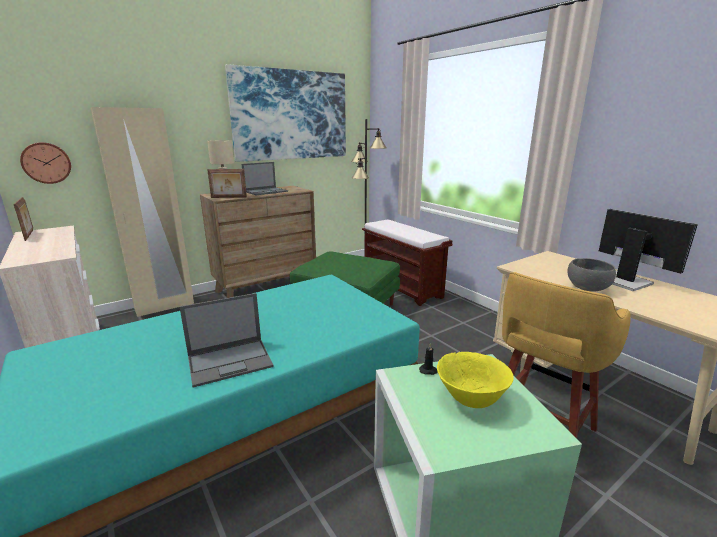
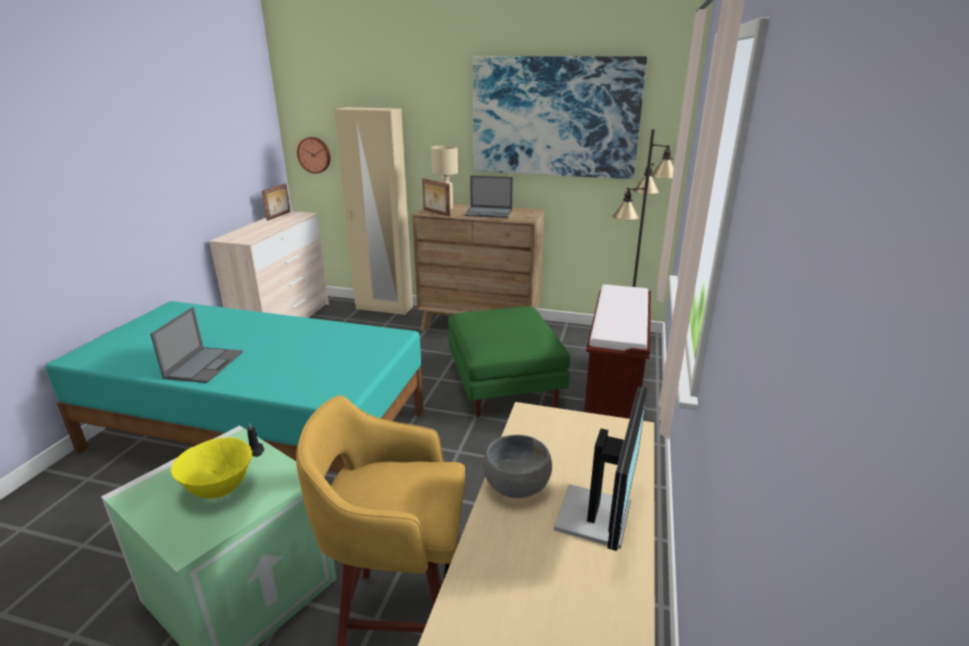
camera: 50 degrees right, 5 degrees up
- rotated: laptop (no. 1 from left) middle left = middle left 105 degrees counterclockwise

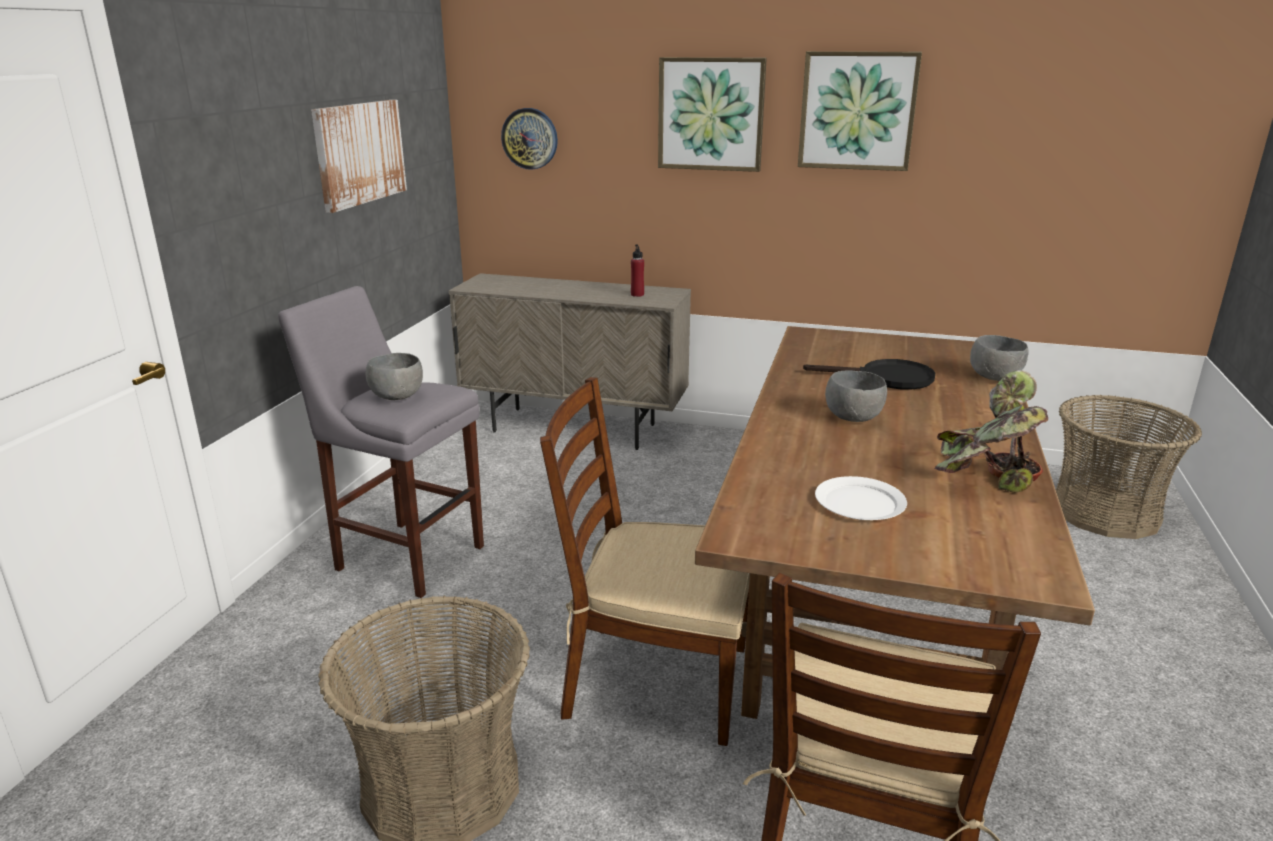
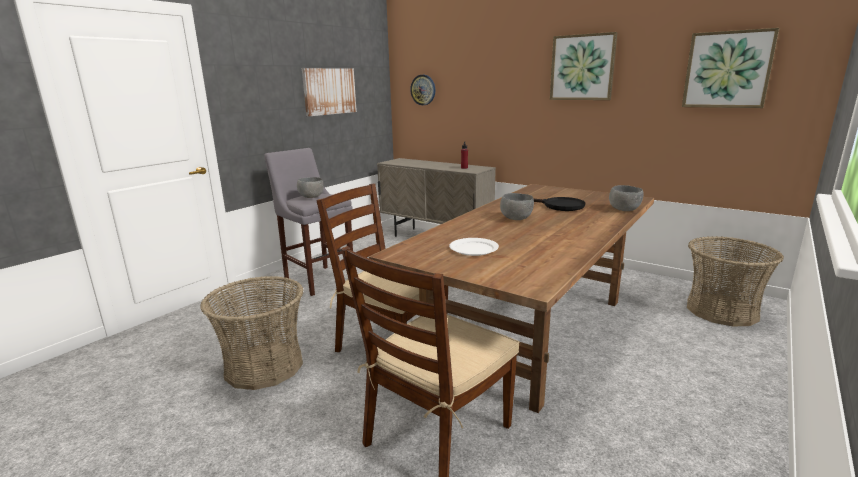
camera: 20 degrees right, 5 degrees down
- shifted: obraz (no. 2 from left in the first image) top centre to obraz (no. 3 from left) top right
- gone: roślina doniczkowa middle right

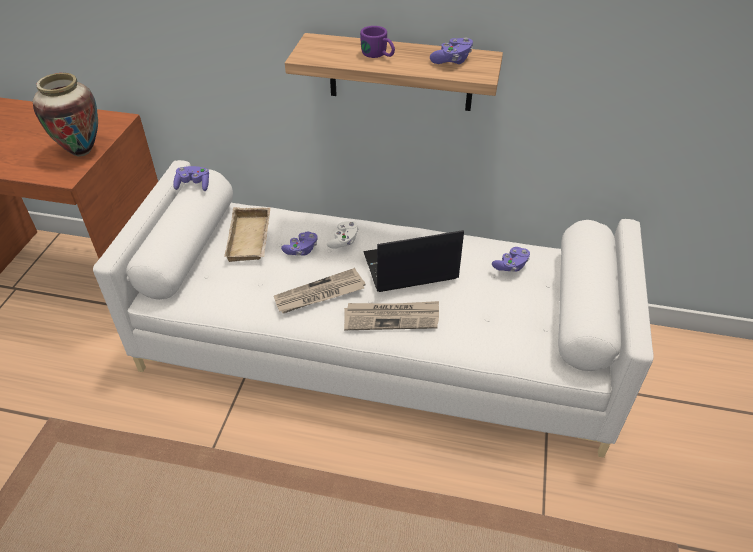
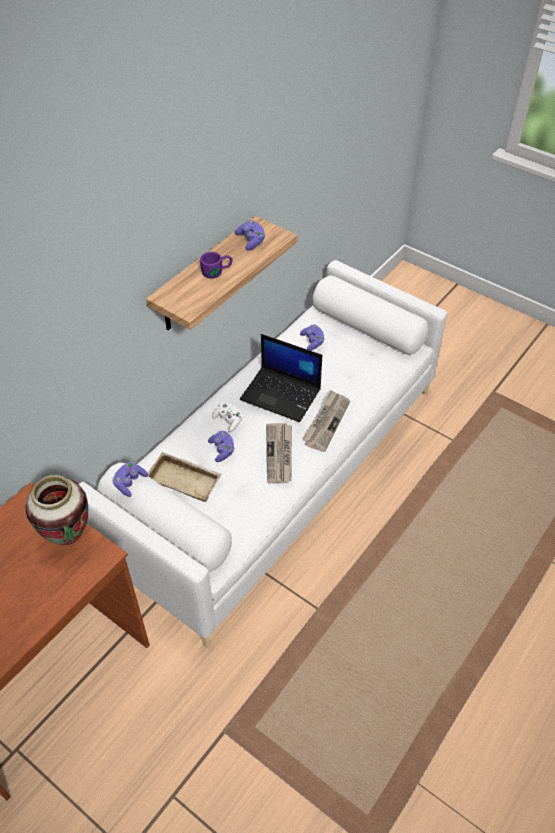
camera: 65 degrees left, 5 degrees up
- rotated: laptop centre = centre 75 degrees counterclockwise

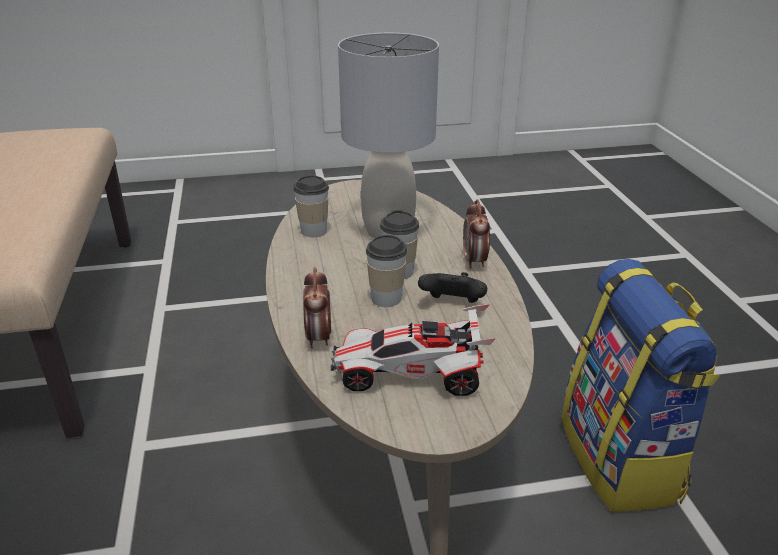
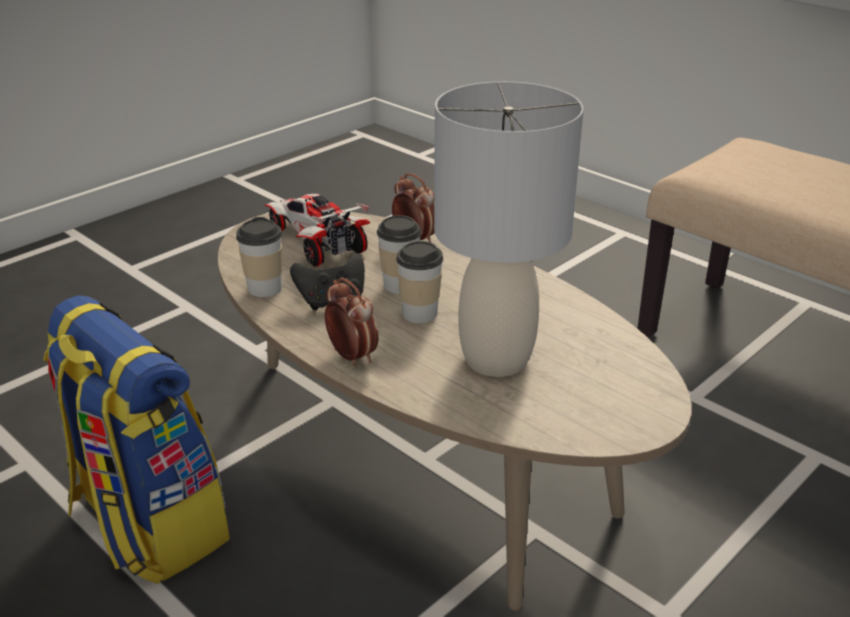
camera: 145 degrees right, 0 degrees up
- shifted: filiżanka (no. 1 from left) centre to middle left
- rotated: samochodzik centre = centre 90 degrees counterclockwise

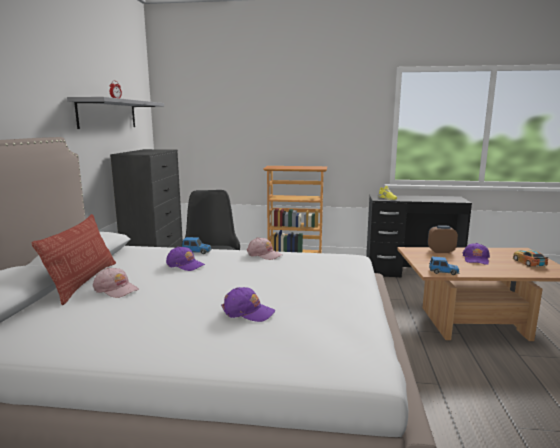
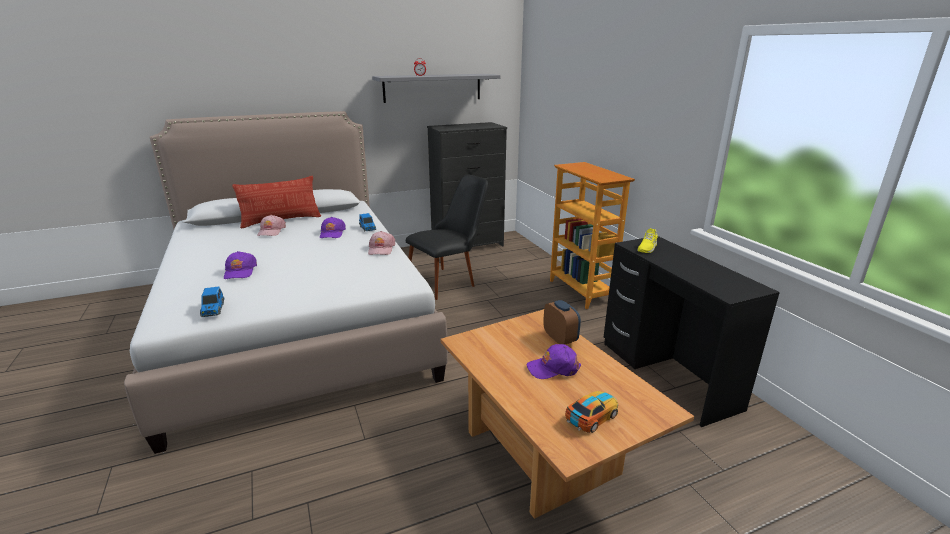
camera: 60 degrees right, 10 degrees up
- shifted: samochodzik (no. 2 from left in the first image) middle right to samochodzik (no. 1 from left) middle left

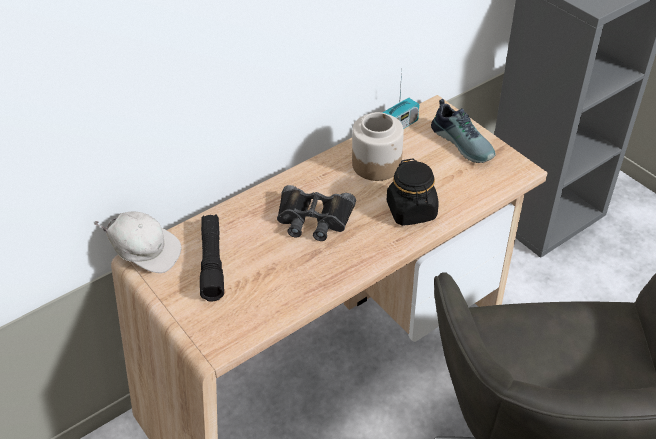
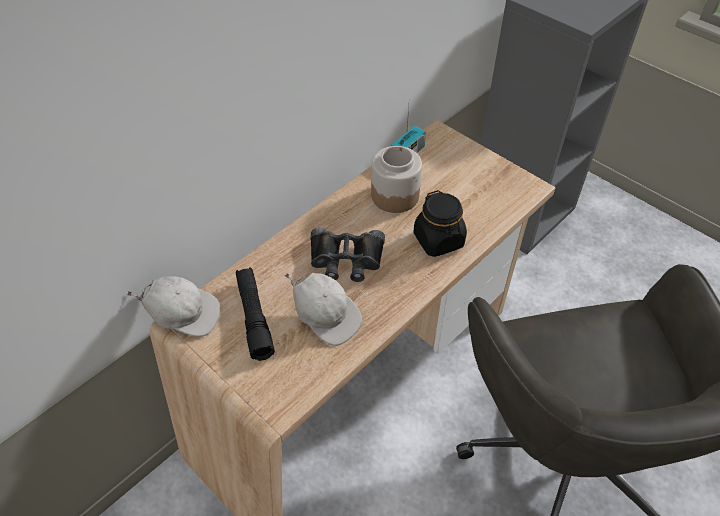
camera: 10 degrees left, 5 degrees up
- new: czapka z daszkiem [biały] (no. 2 from left) centre
- gone: but top right

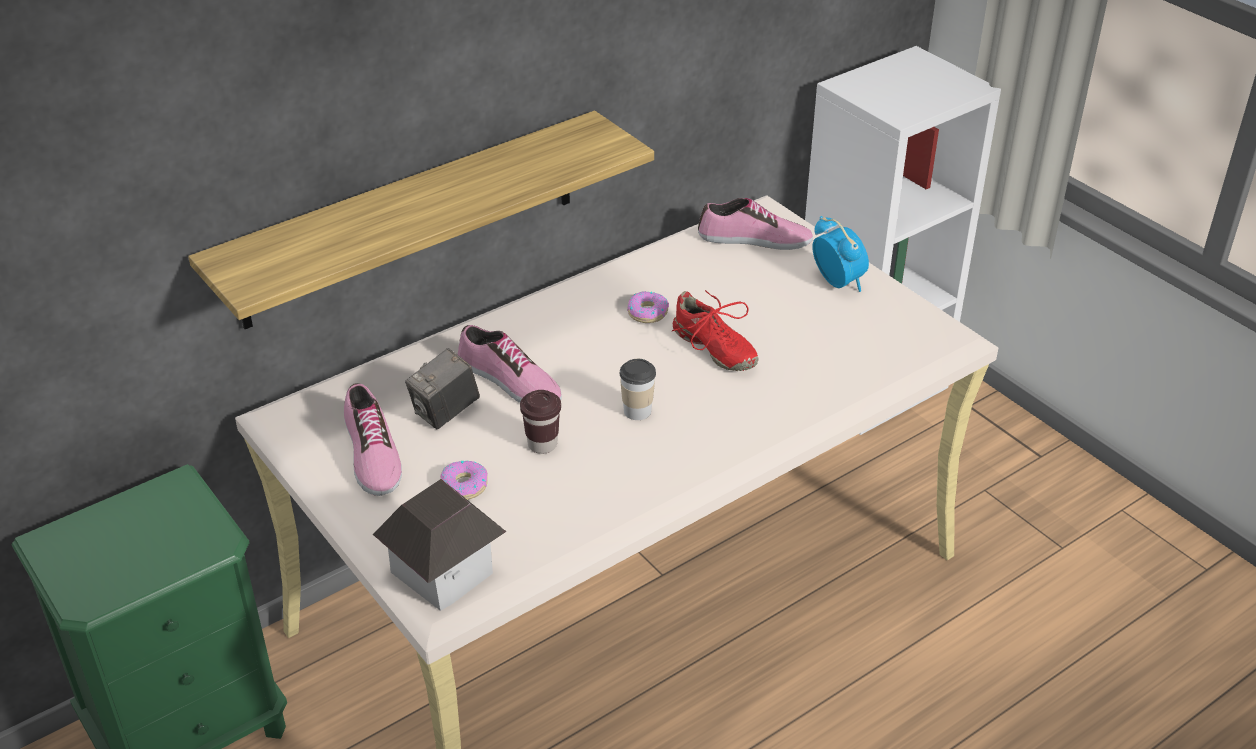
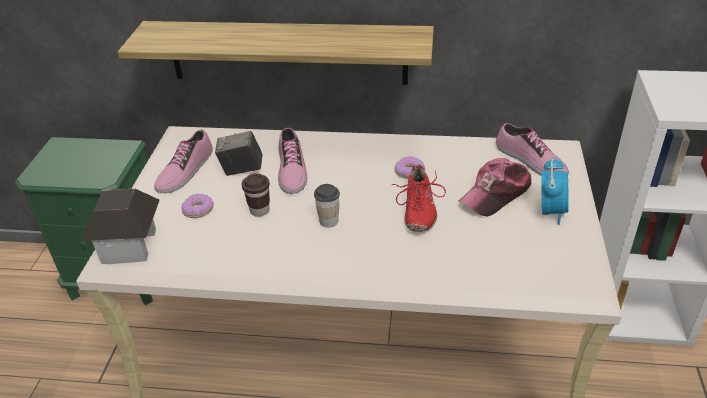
camera: 45 degrees right, 0 degrees up
- new: czapka z daszkiem middle right

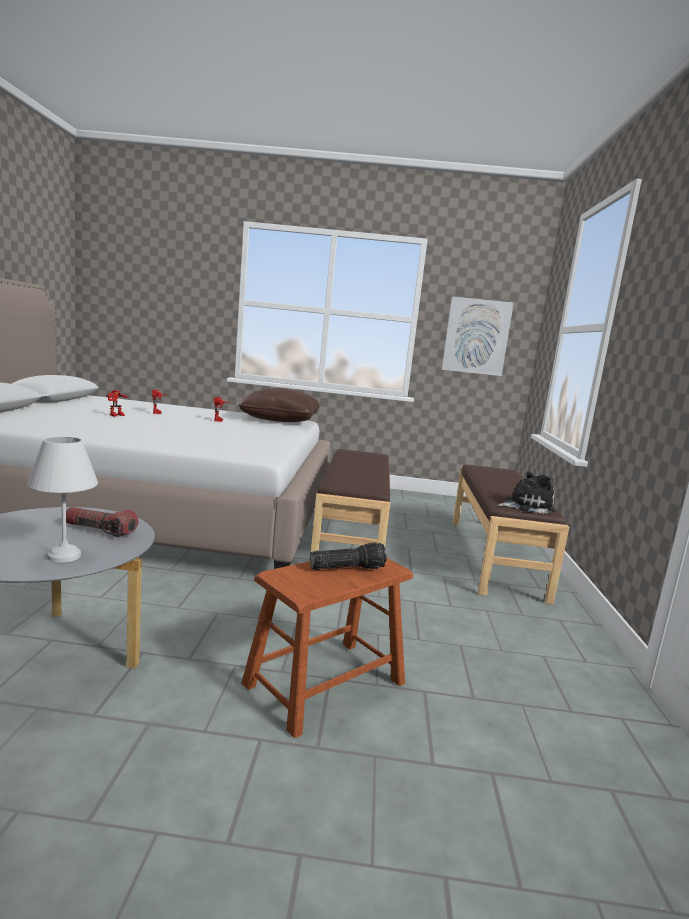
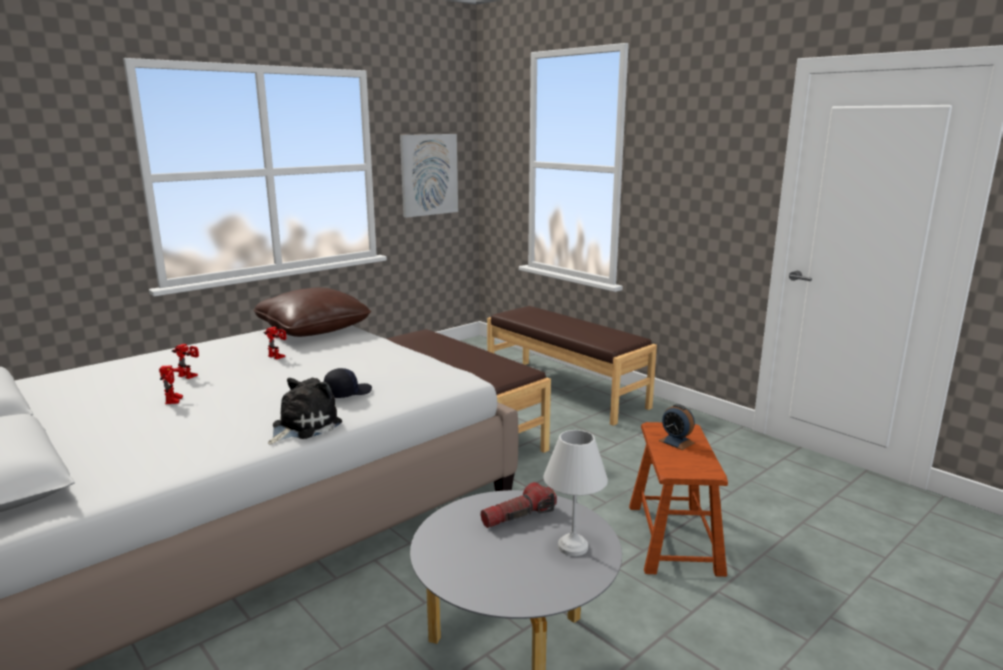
camera: 45 degrees left, 5 degrees up
- shifted: pluszak middle right to middle left
- new: czapka z daszkiem [czarny] centre
- swapped: latarka (no. 2 from left) centre to budzik middle right

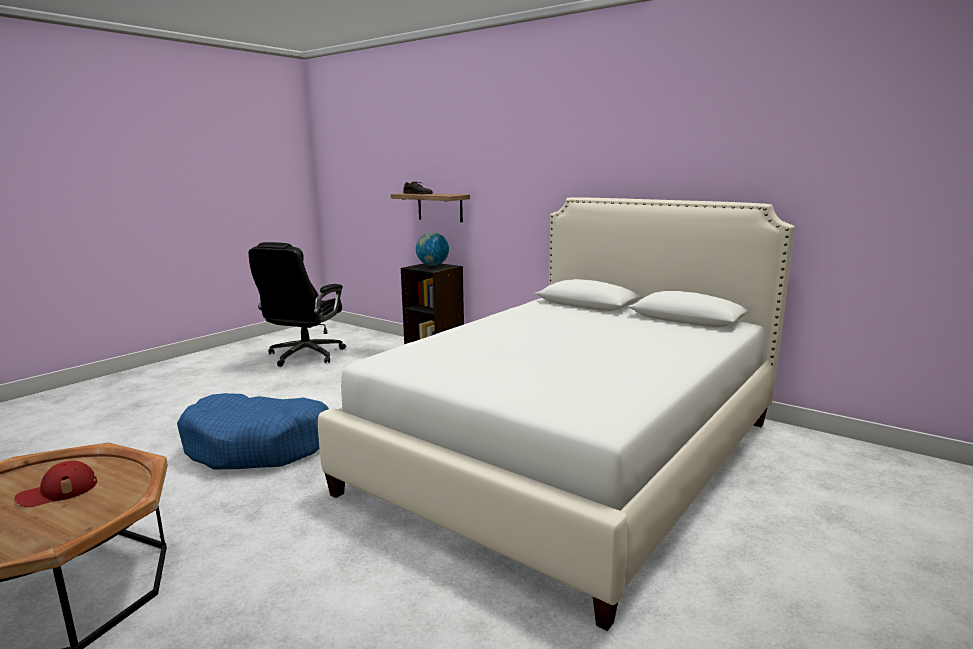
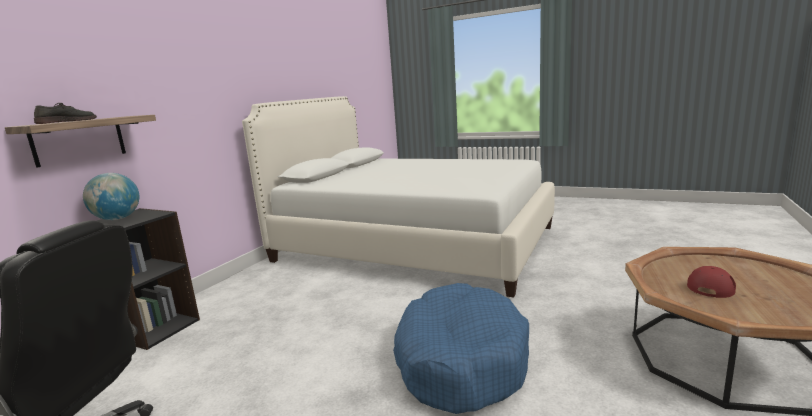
camera: 100 degrees left, 0 degrees up
- rotated: czapka z daszkiem [czerwony] bottom left = bottom right 90 degrees counterclockwise

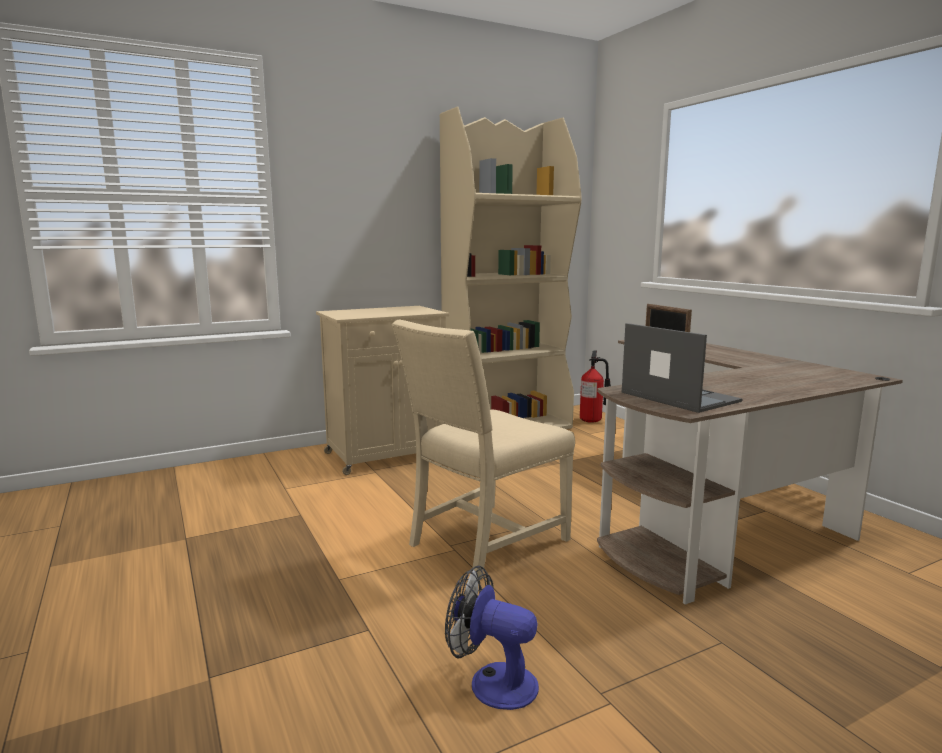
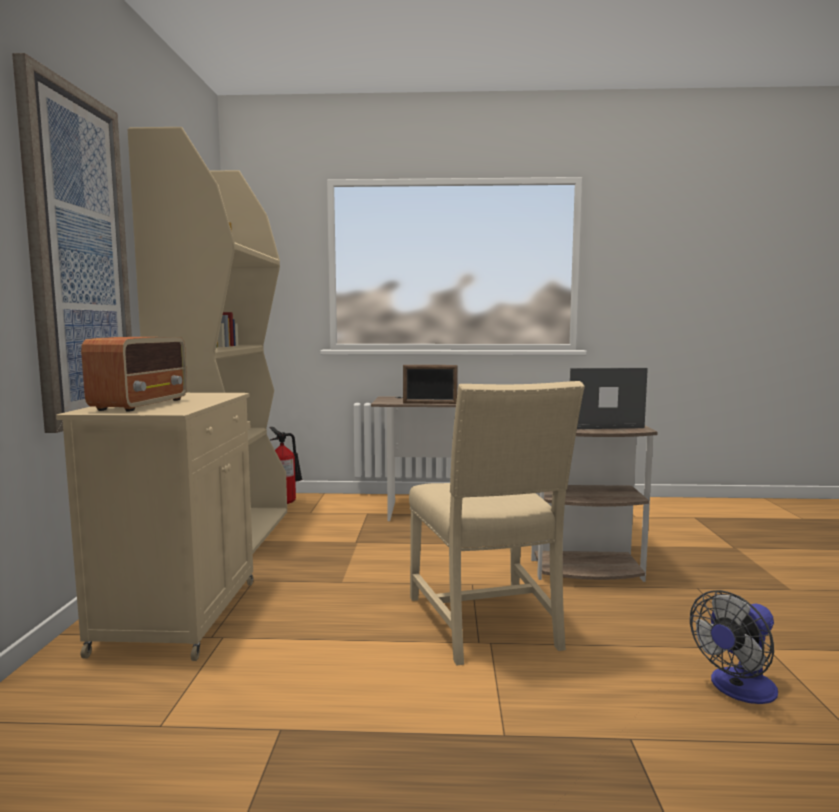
camera: 60 degrees left, 5 degrees down
- new: obraz top left
- new: radio middle left

